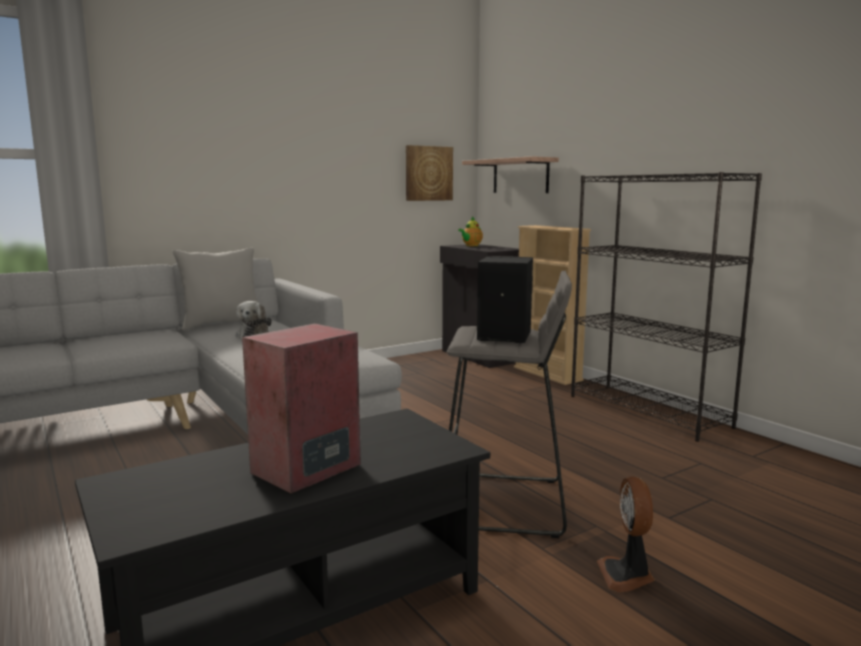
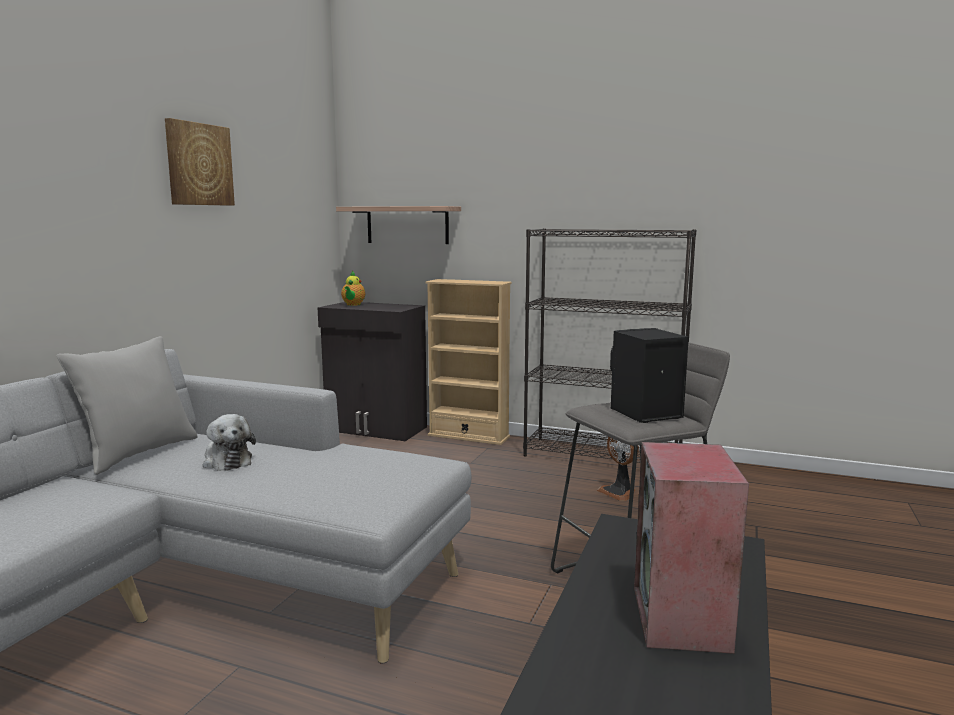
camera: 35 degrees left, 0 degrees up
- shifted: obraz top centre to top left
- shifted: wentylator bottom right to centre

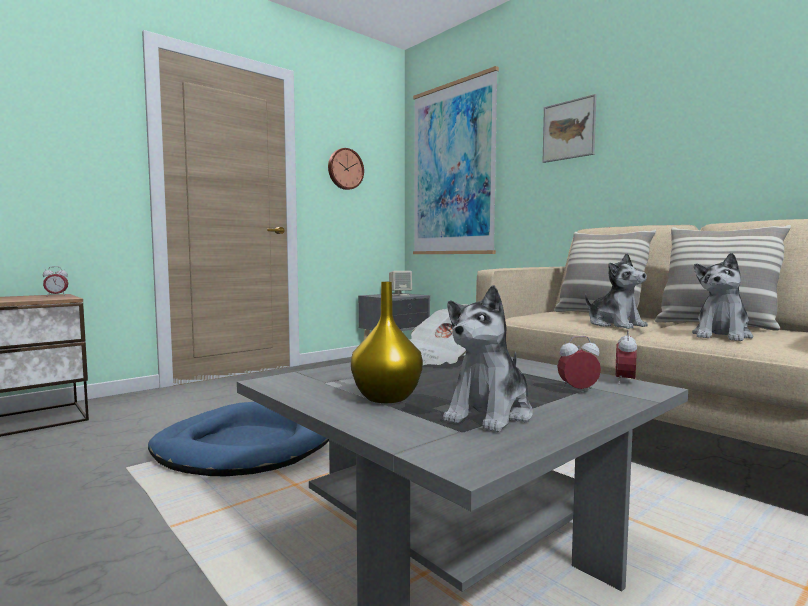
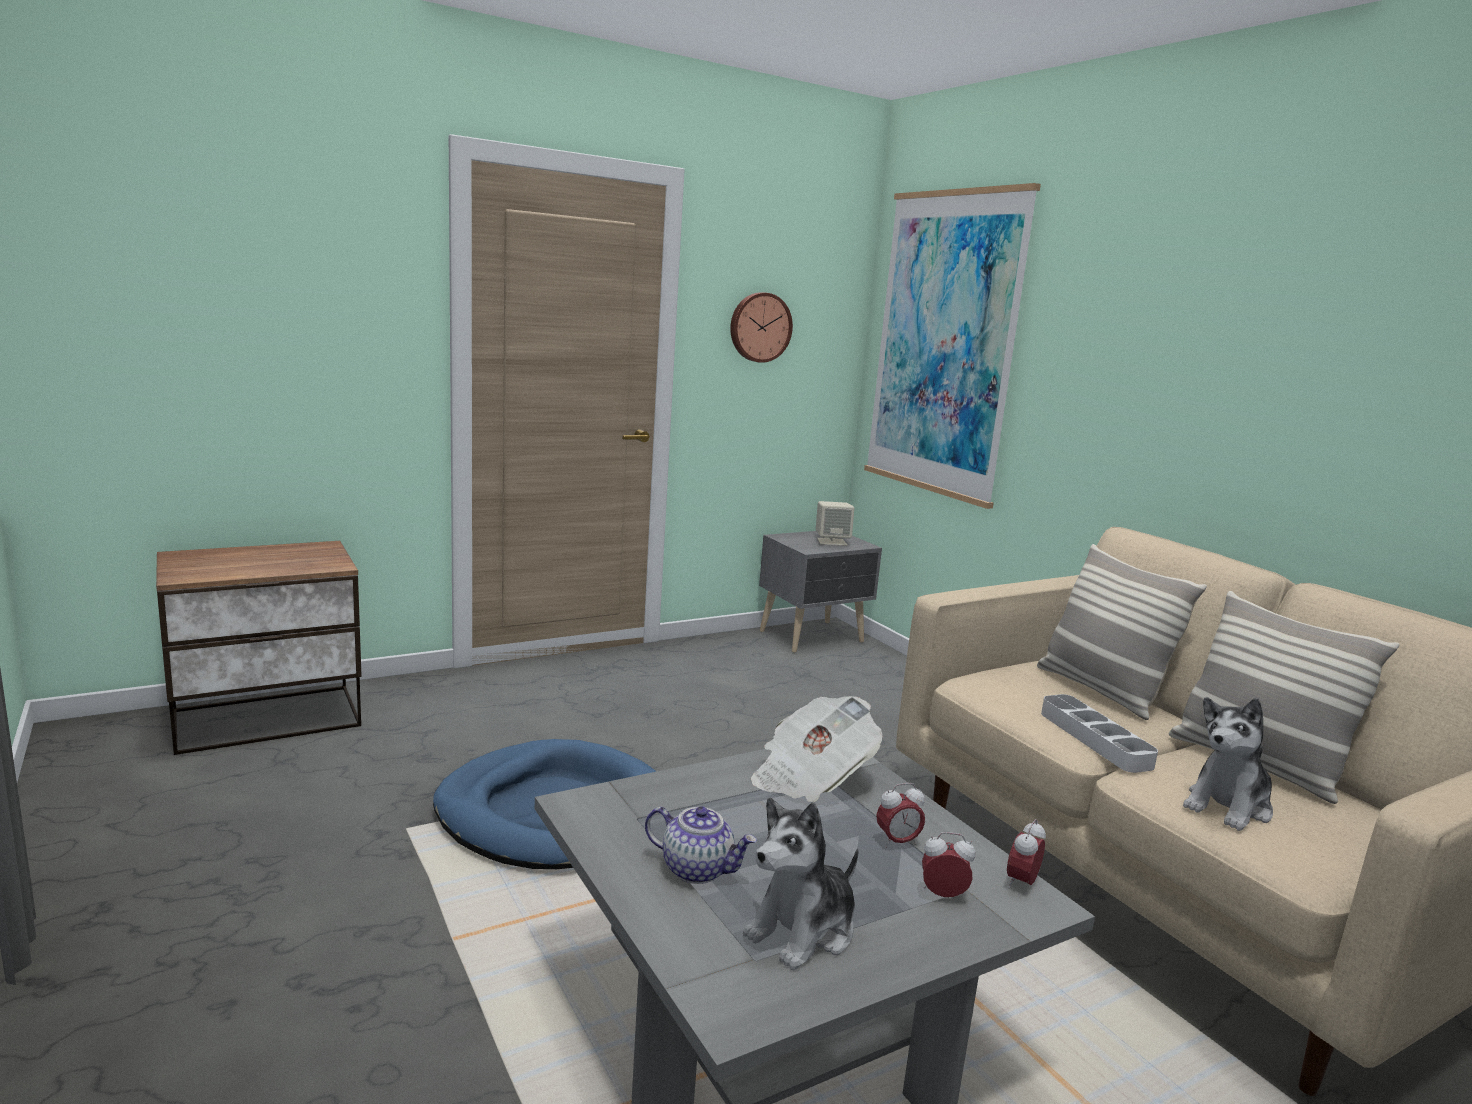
camera: 10 degrees right, 10 degrees up
- swapped: wazon [żółty] centre to imbryk bottom centre
- shifted: budzik (no. 1 from left) middle left to bottom centre
- swapped: pluszak (no. 2 from left) middle right to taca [szary] middle right
- gone: obraz (no. 2 from left) top right

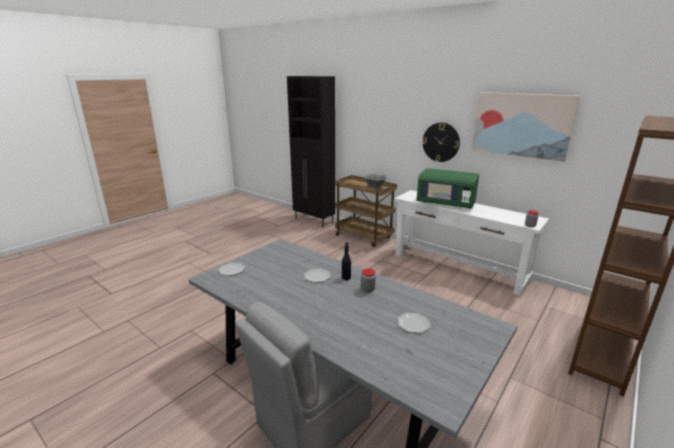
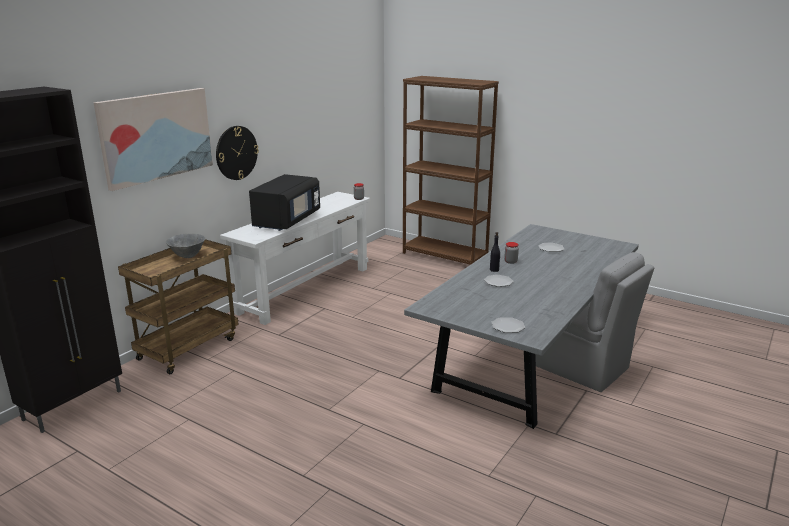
camera: 95 degrees left, 0 degrees up
- shifted: obraz top right to top left
- repainted: mikrofalówka [zielony] centre to mikrofalówka [czarny] centre

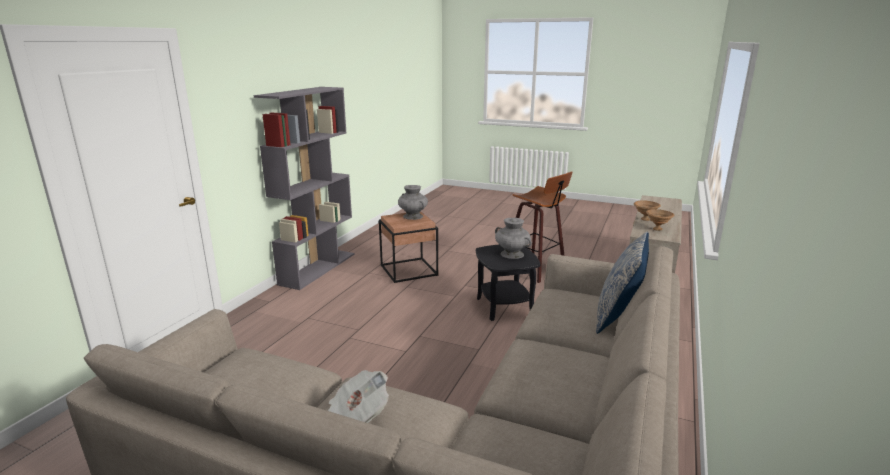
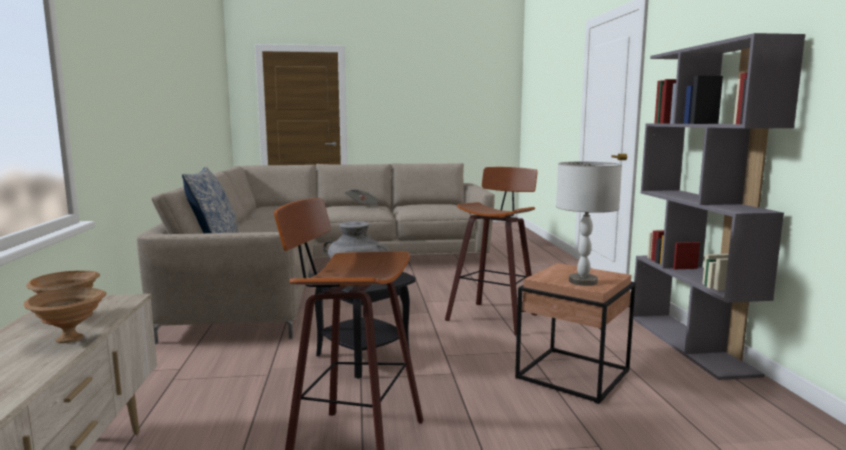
camera: 150 degrees right, 10 degrees down
- new: stołek (no. 2 from left) centre
- swapped: wazon [szary] (no. 1 from left) centre to lampa stołowa [szary] middle right

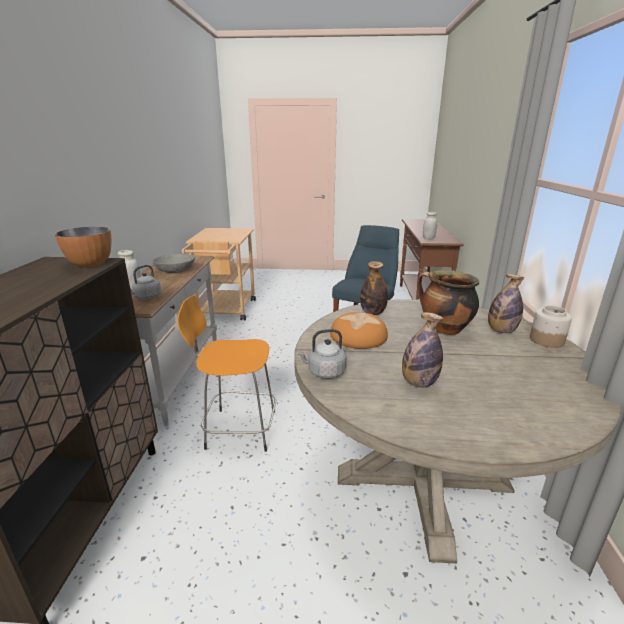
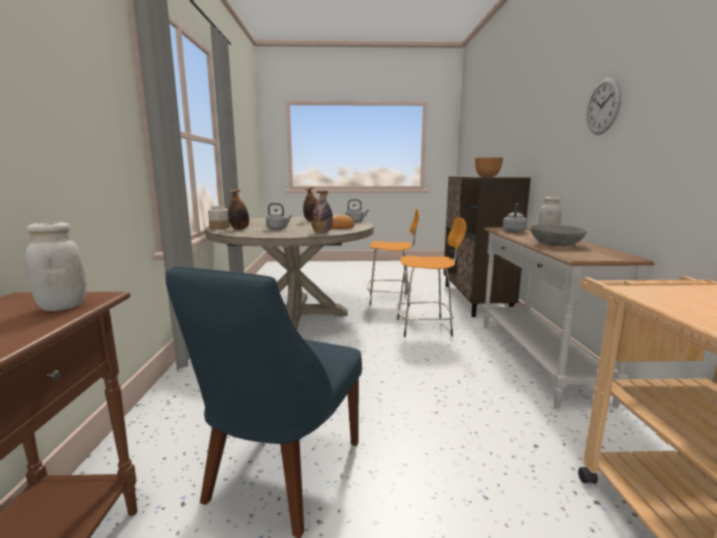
camera: 175 degrees right, 10 degrees down
- swapped: garnek middle right to czajnik [szary] (no. 1 from left) centre
- new: stołek [pomarańczowy] (no. 1 from left) centre
- new: zegar ścienny top right

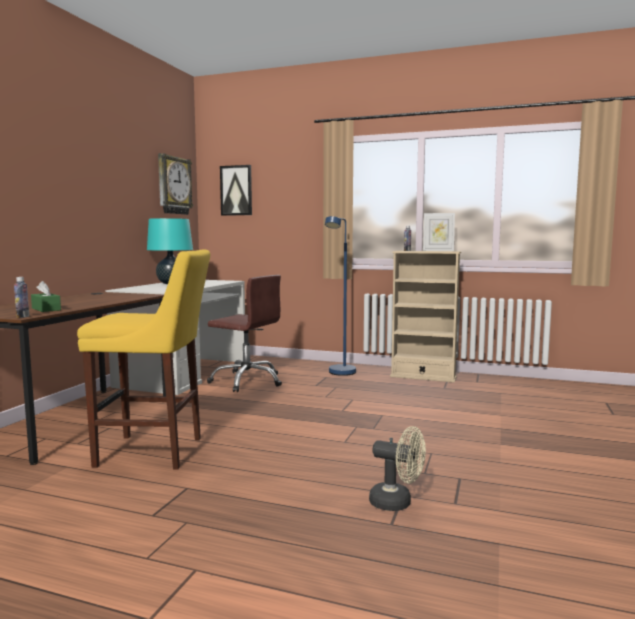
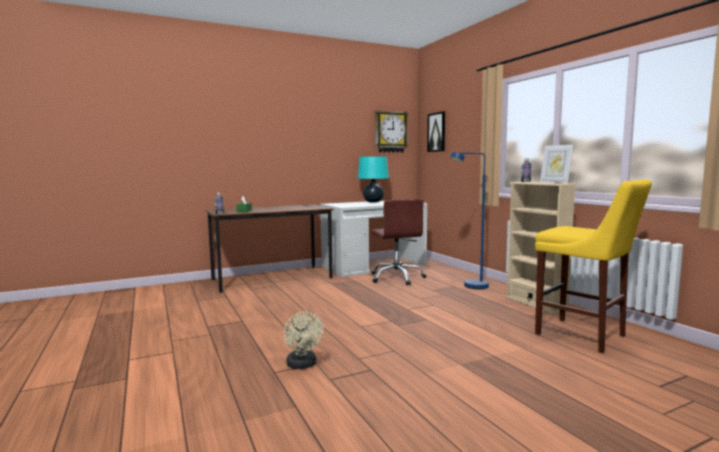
camera: 45 degrees right, 0 degrees up
- shifted: stołek [żółty] middle left to middle right

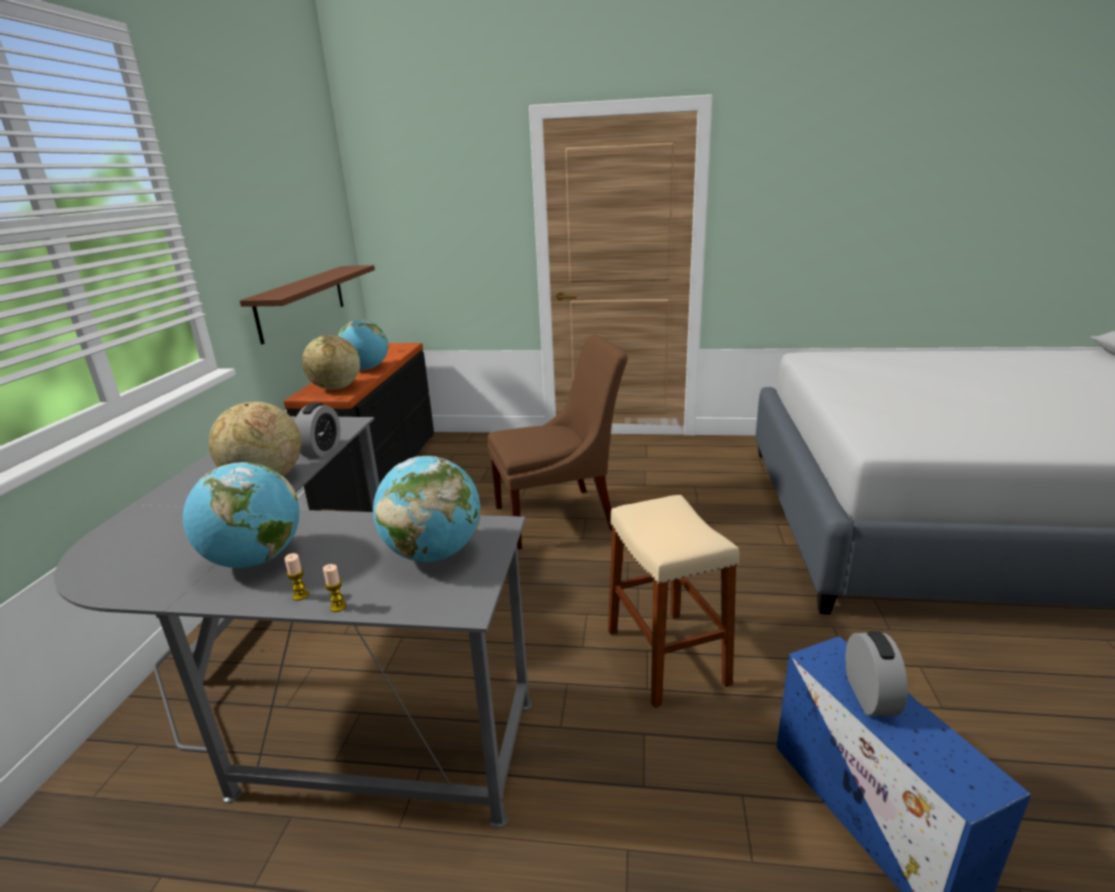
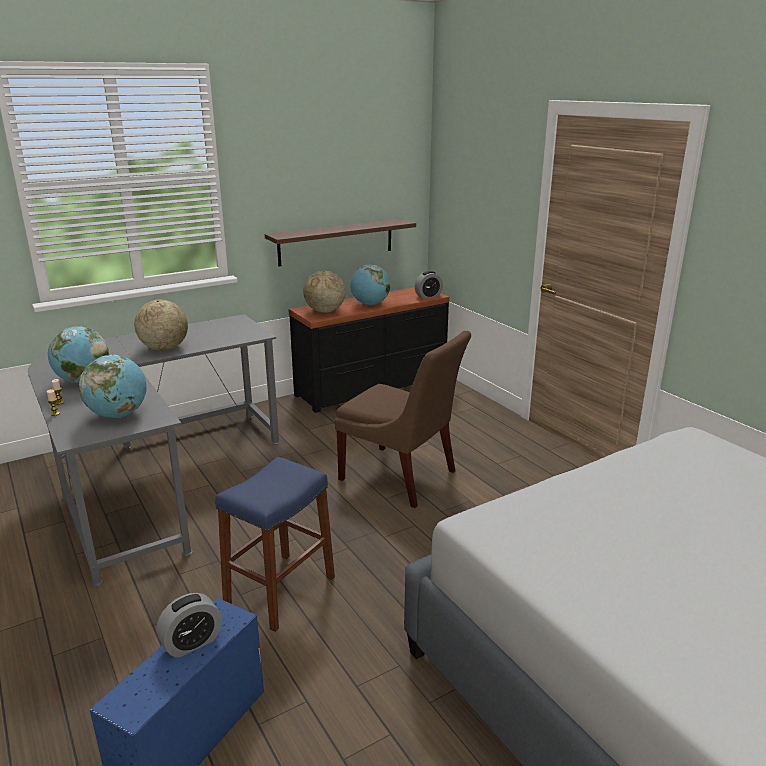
camera: 50 degrees right, 0 degrees up
- repainted: stołek [beżowy] bottom centre to stołek [niebieski] bottom centre
- shifted: budzik (no. 1 from left in the first image) middle left to budzik (no. 2 from left) centre

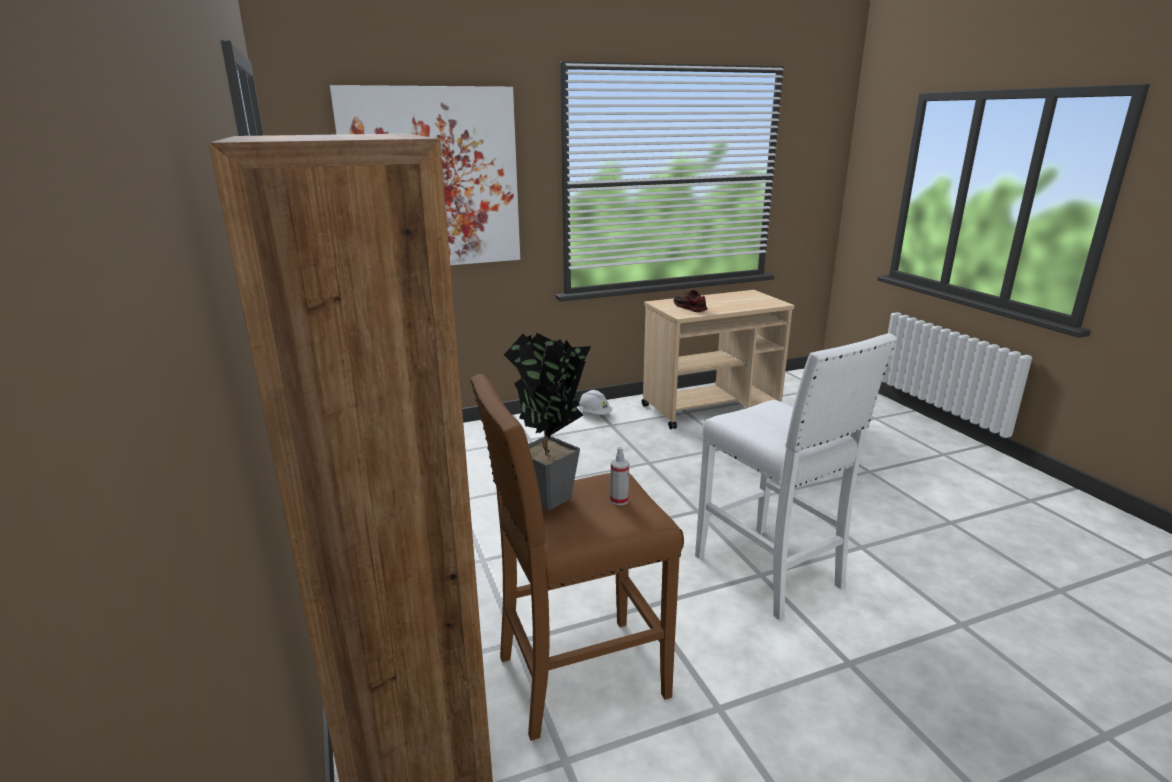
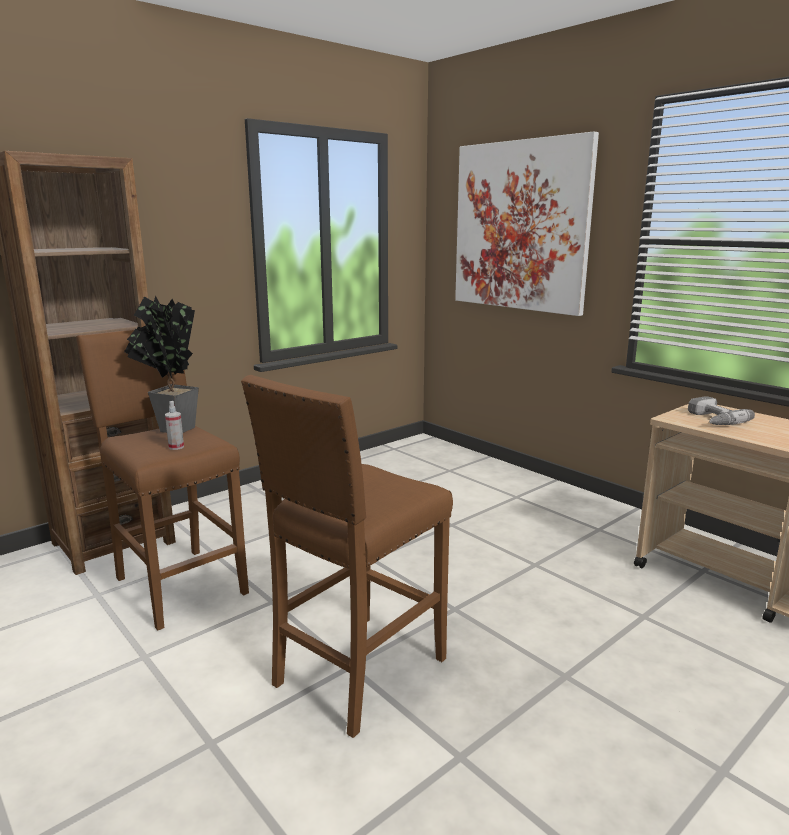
camera: 70 degrees right, 5 degrees down
- repainted: stołek [biały] middle right to stołek [brązowy] (no. 2 from left) centre
- swapped: but centre to wiertarka middle right
- gone: kask [biały] centre

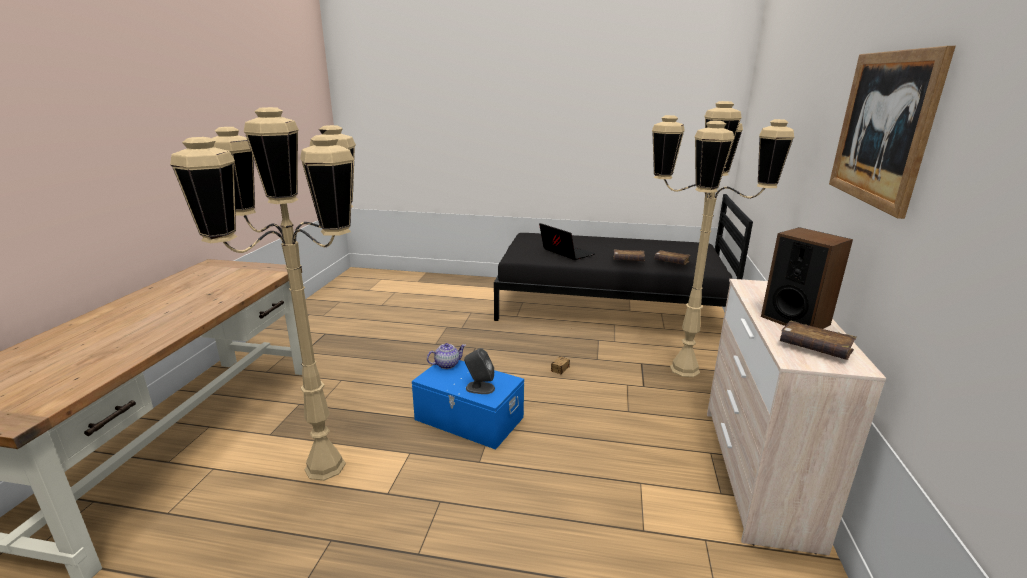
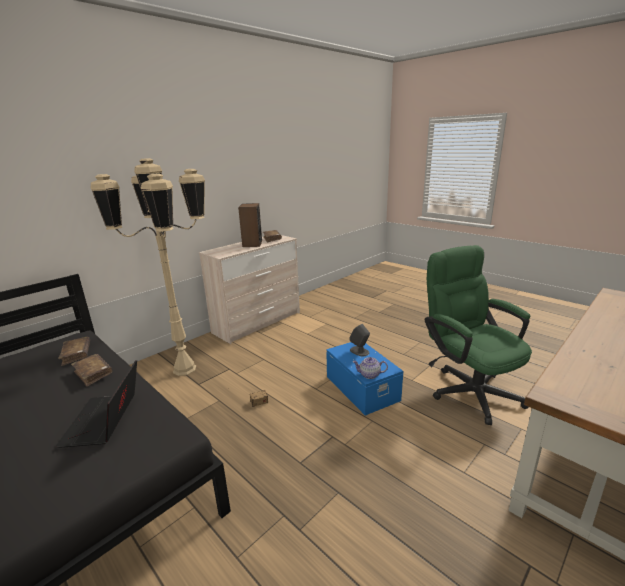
camera: 145 degrees left, 0 degrees up
- swapped: lampa stojąca [beżowy] (no. 1 from left) middle left to krzesło biurowe [zielony] middle right
- gone: obraz top right

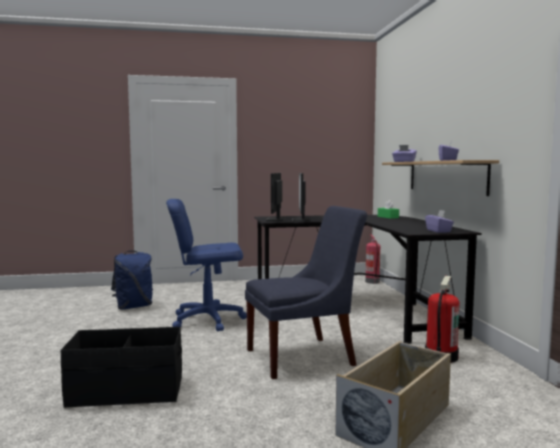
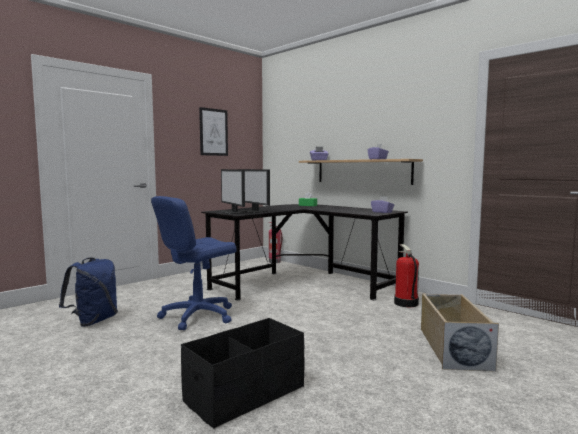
camera: 35 degrees left, 0 degrees up
- new: obraz top centre
- gone: krzesło [niebieski] centre

